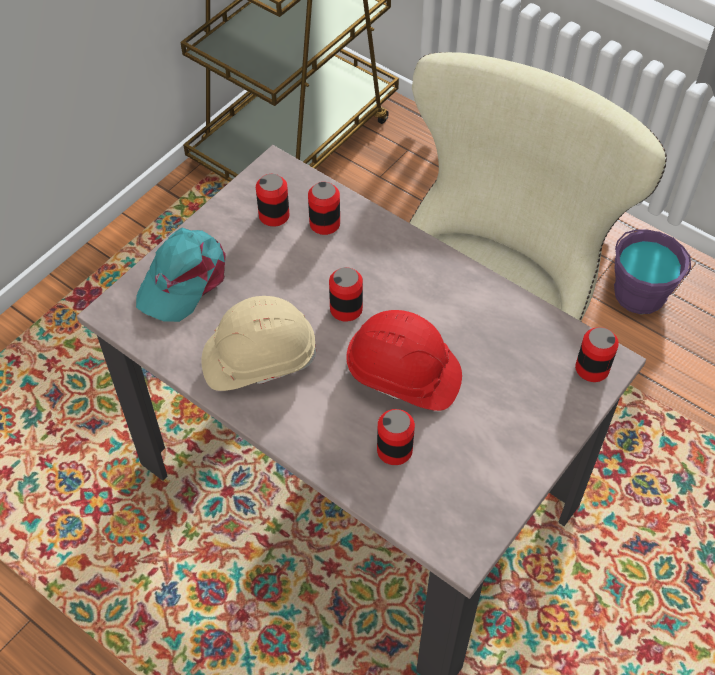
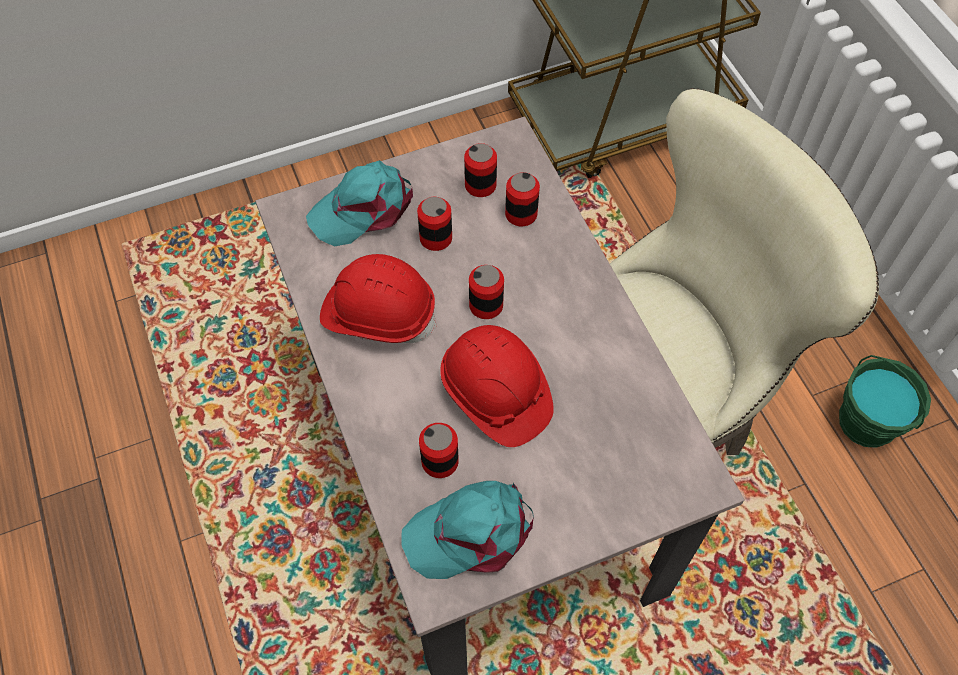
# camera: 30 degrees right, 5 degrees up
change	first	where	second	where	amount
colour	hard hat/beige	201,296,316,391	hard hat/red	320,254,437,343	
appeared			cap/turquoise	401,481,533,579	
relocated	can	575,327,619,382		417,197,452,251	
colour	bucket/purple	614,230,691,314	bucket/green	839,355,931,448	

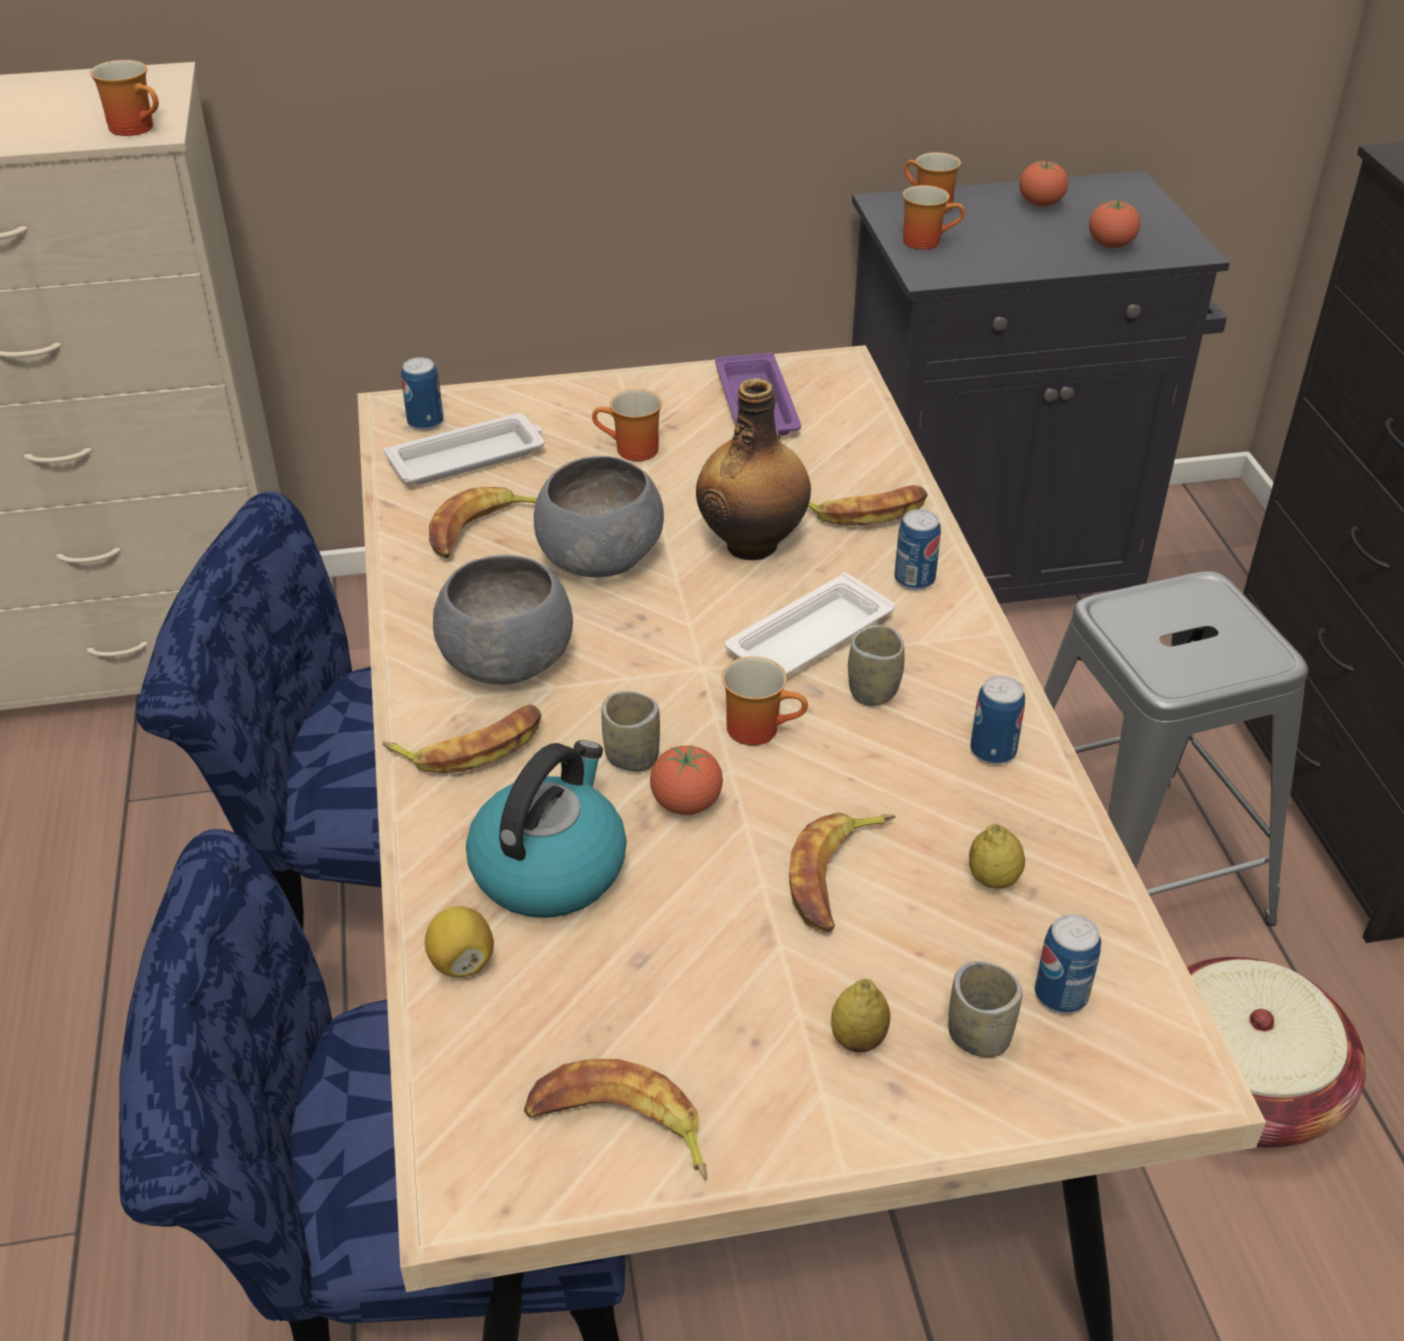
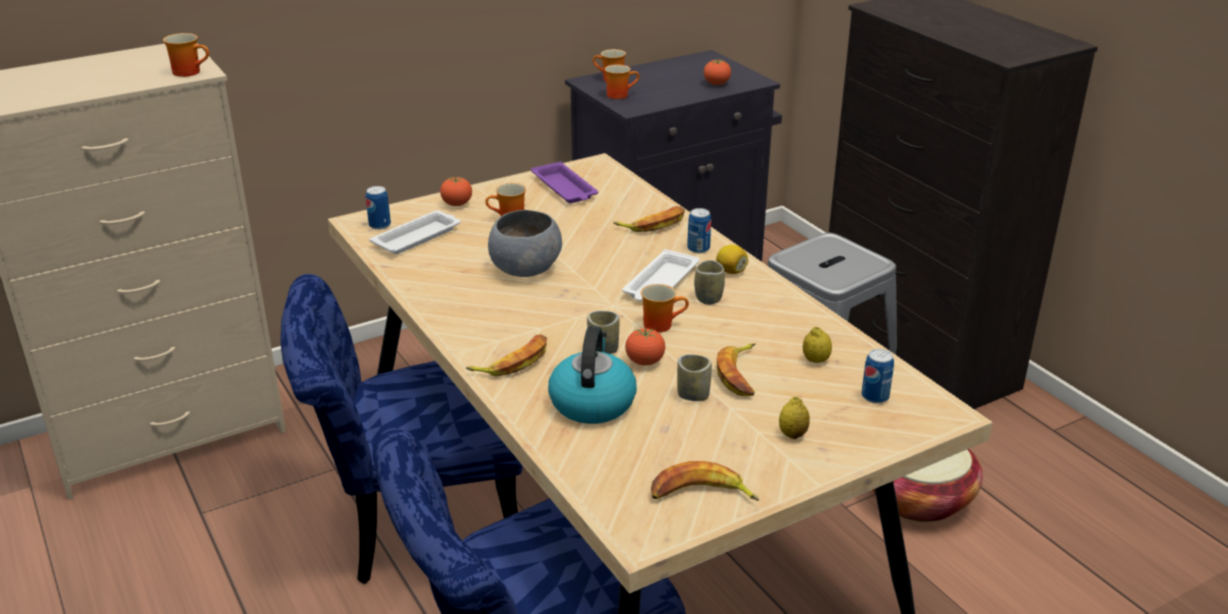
# camera: 20 degrees left, 10 degrees down
change	first	where	second	where	amount
relocated	tomato	1019,160,1068,207		440,176,472,206	
relocated	cup	948,961,1022,1058		677,354,712,401	
relocated	lemon	425,906,494,977		716,245,748,274	
missing	banana	429,487,537,558			
missing	bowl/grey	433,555,573,685			
missing	bottle	696,378,811,560			
missing	can	970,676,1025,765			

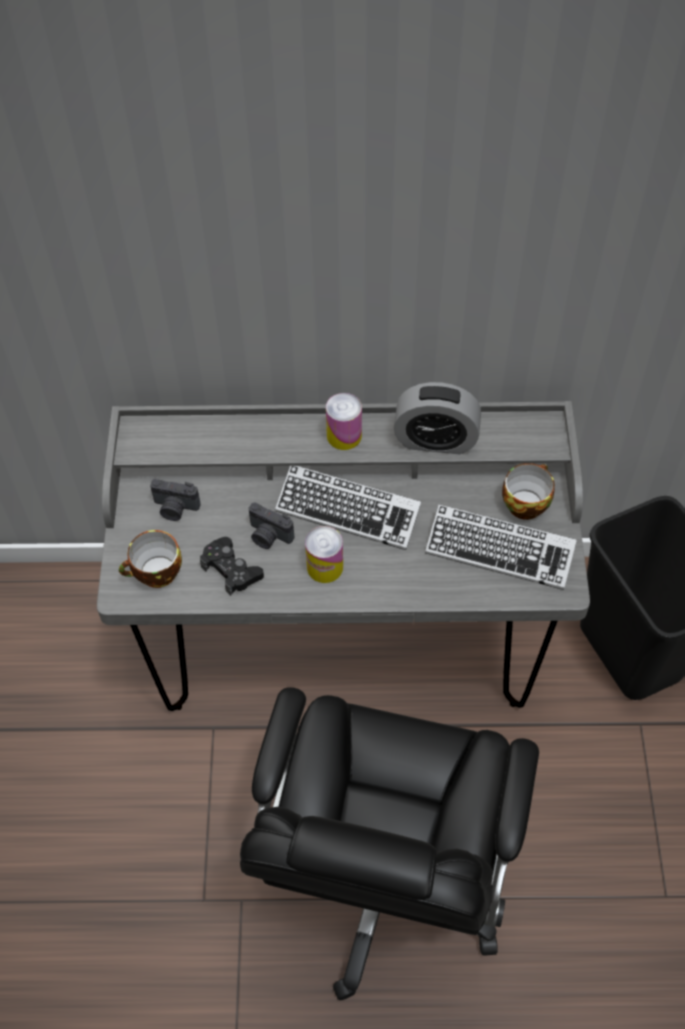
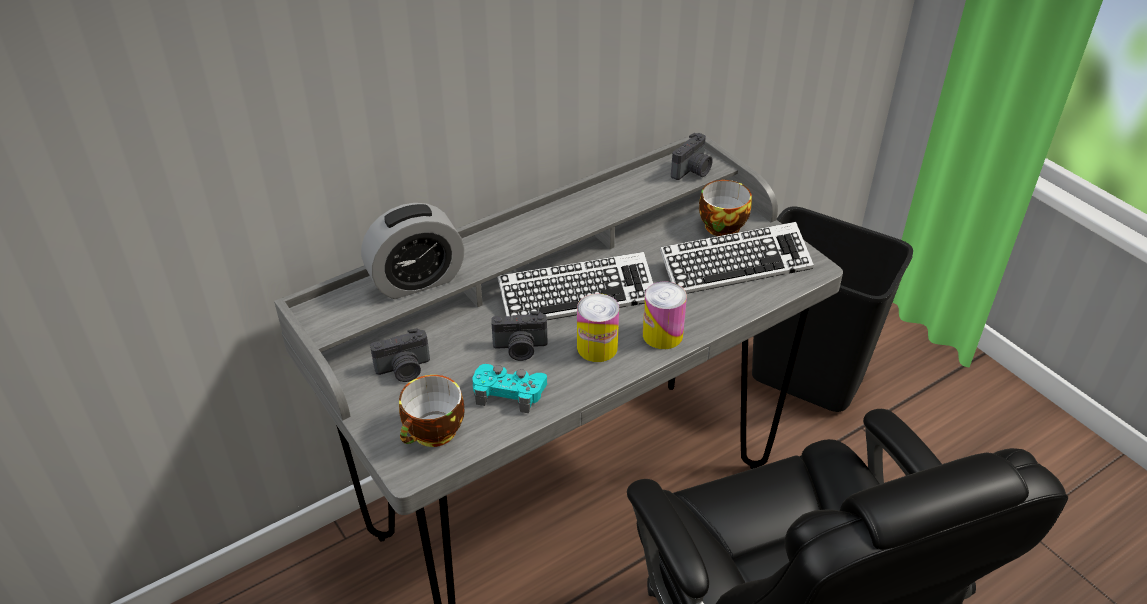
# camera: 35 degrees left, 15 degrees down
change	first	where	second	where	amount
relocated	alarm clock	394,382,481,454		361,203,464,299	
colour	game controller/black	200,537,264,596	game controller/turquoise	472,364,547,413	
relocated	can	326,393,362,450		643,281,687,349	
appeared			photo camera	671,133,713,180	

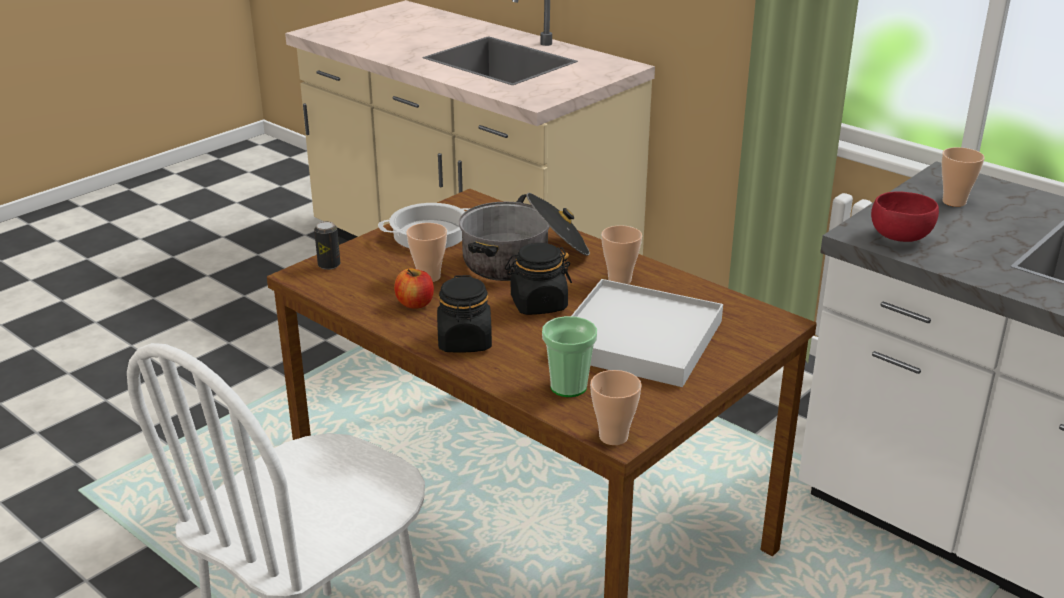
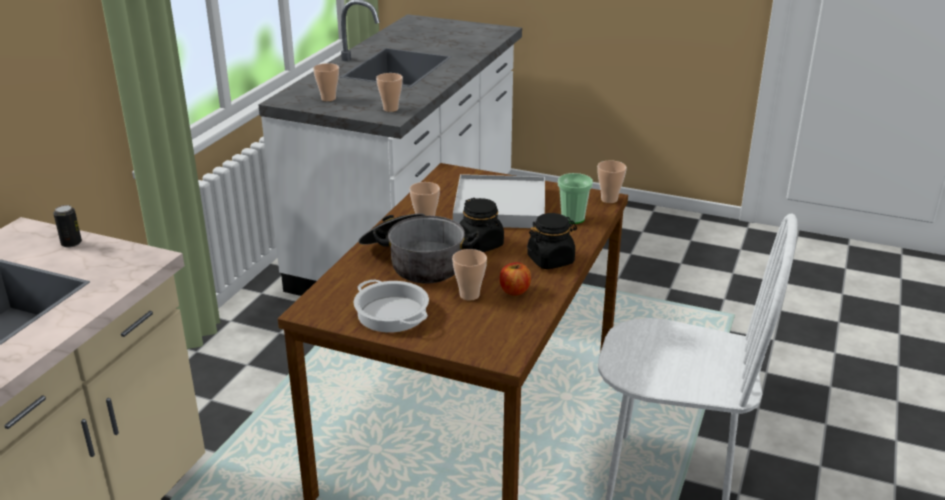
# camera: 110 degrees left, 0 degrees up
change	first	where	second	where	amount
relocated	can	314,221,340,270		53,205,82,248	
exchanged	bowl/red	871,191,939,242	cup	376,73,403,112	

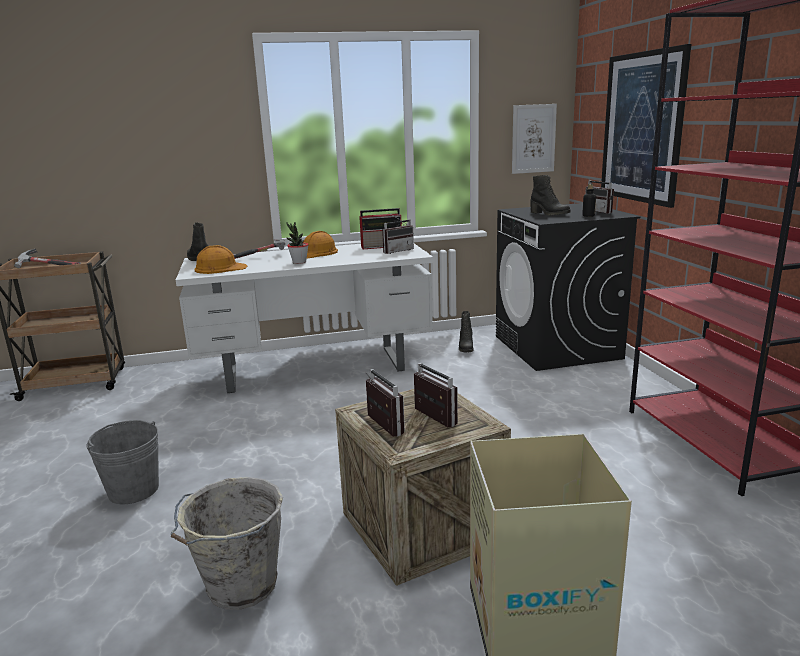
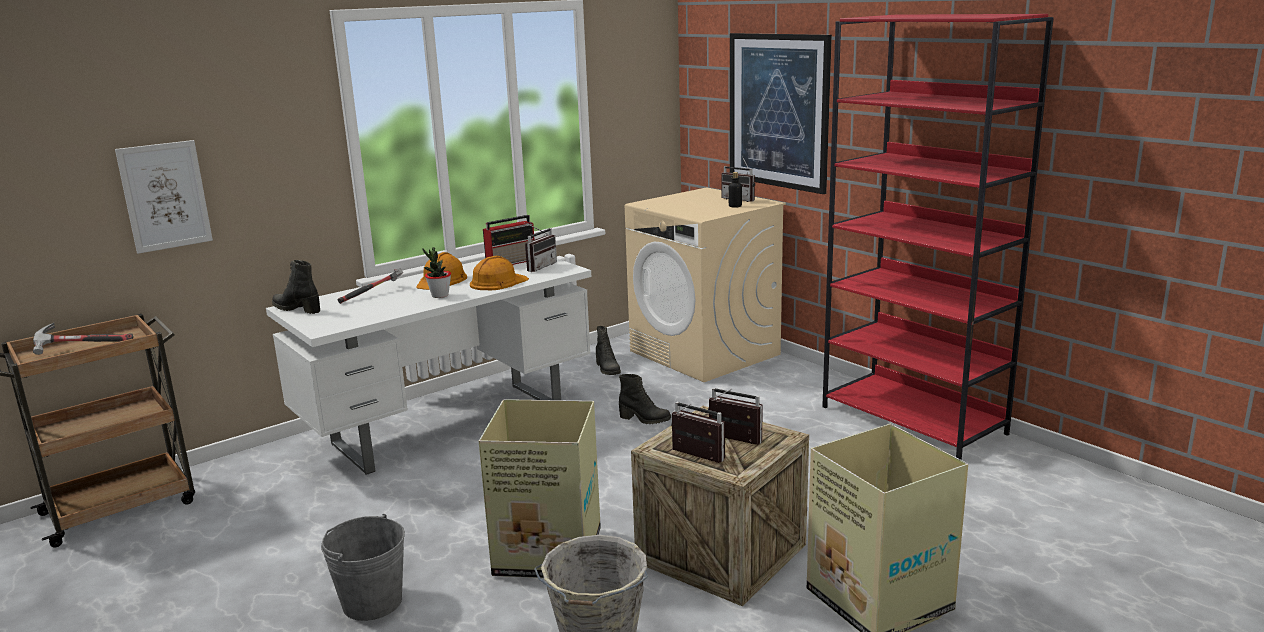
# camera: 25 degrees left, 0 degrees up
change	first	where	second	where	amount
relocated	picture	512,104,557,174		115,140,213,254	
relocated	hard hat/orange	194,245,247,274		470,256,529,290	
appeared			cardboard box	479,399,601,578	
relocated	boot/black	531,175,571,216		619,374,671,424	
colour	washing machine/black	496,203,640,371	washing machine/beige	625,187,786,382	

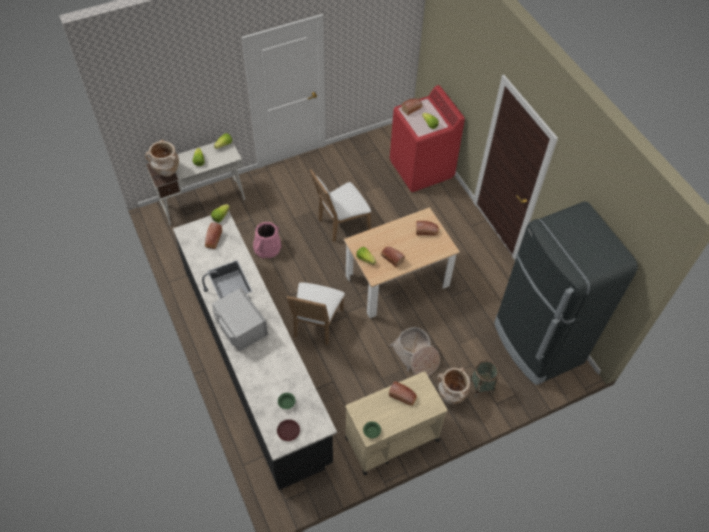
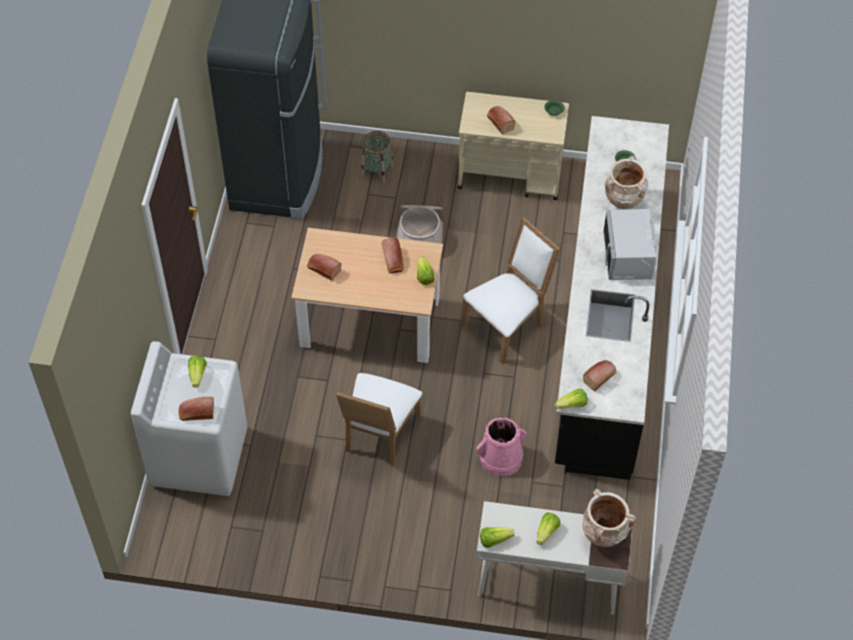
# camera: 145 degrees left, 0 degrees up
change	first	where	second	where	amount
colour	washing machine/red	390,85,465,192	washing machine/white	131,341,247,496	
spun	chair/white	309,169,371,242		336,373,422,466	105 degrees clockwise
relocated	vase/beige	437,367,470,404		604,156,648,209	
missing	plate/brown	277,419,300,441			

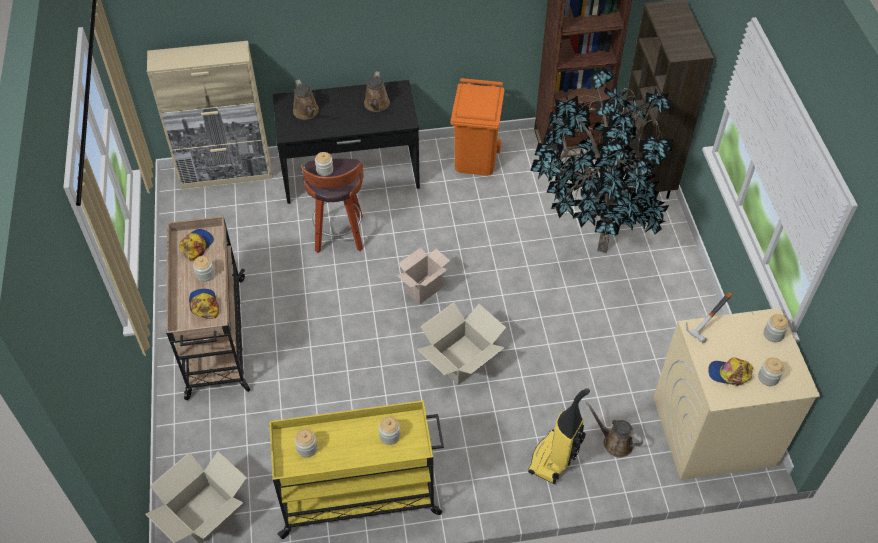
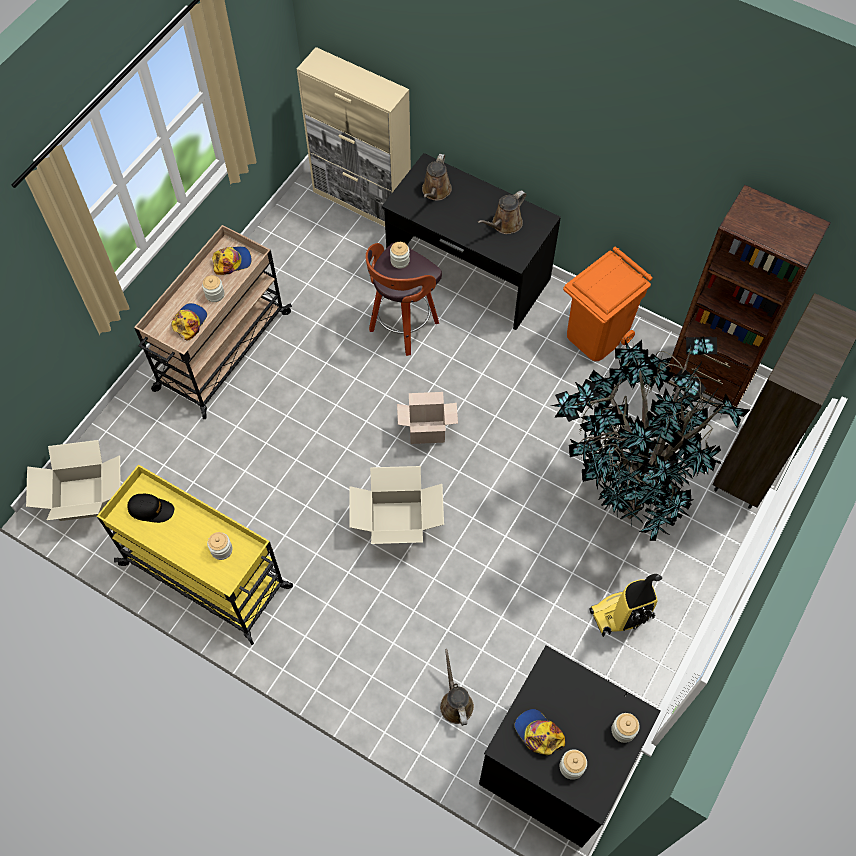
# camera: 40 degrees right, 10 degrees up
change	first	where	second	where	amount
exchanged	jar	294,429,318,458	cap/black	127,494,174,523	
colour	washing machine/beige	654,308,820,480	washing machine/black	479,645,661,847	
relocated	vacuum cleaner	528,388,590,484		589,574,662,637	
missing	hammer	686,292,732,344			

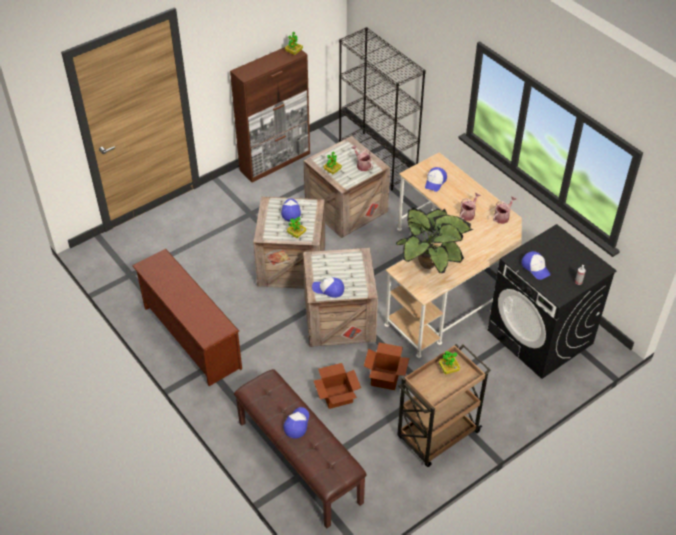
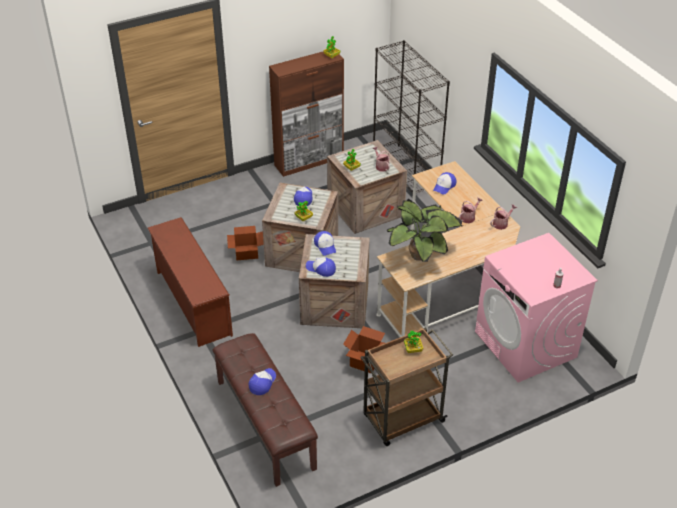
# camera: 10 degrees right, 5 degrees down
change	first	where	second	where	amount
relocated	cardboard box	313,363,361,409		227,226,264,260	
relocated	cap	522,251,551,280		314,231,336,256	
colour	washing machine/black	488,224,617,379	washing machine/pink	475,233,598,383	

